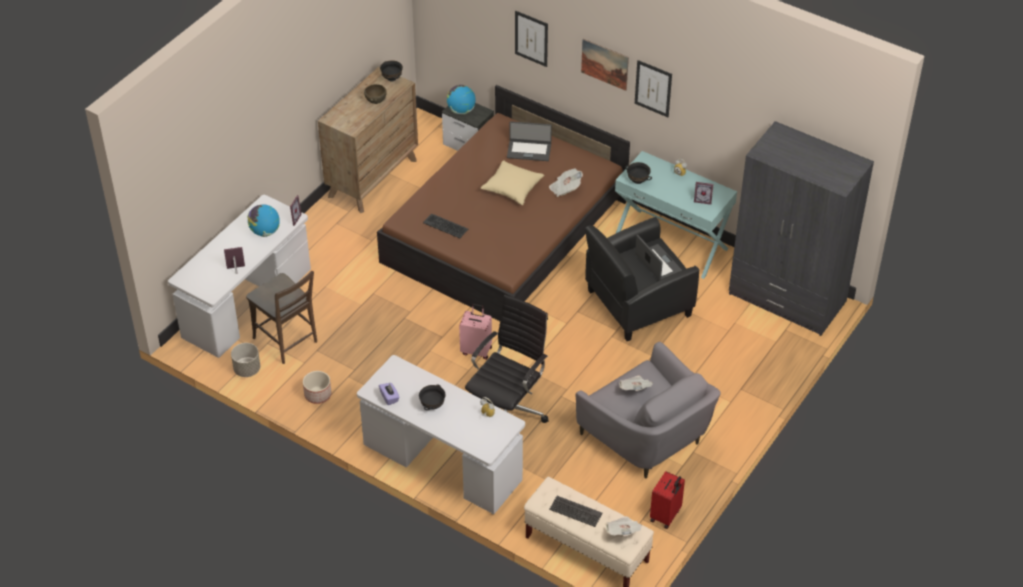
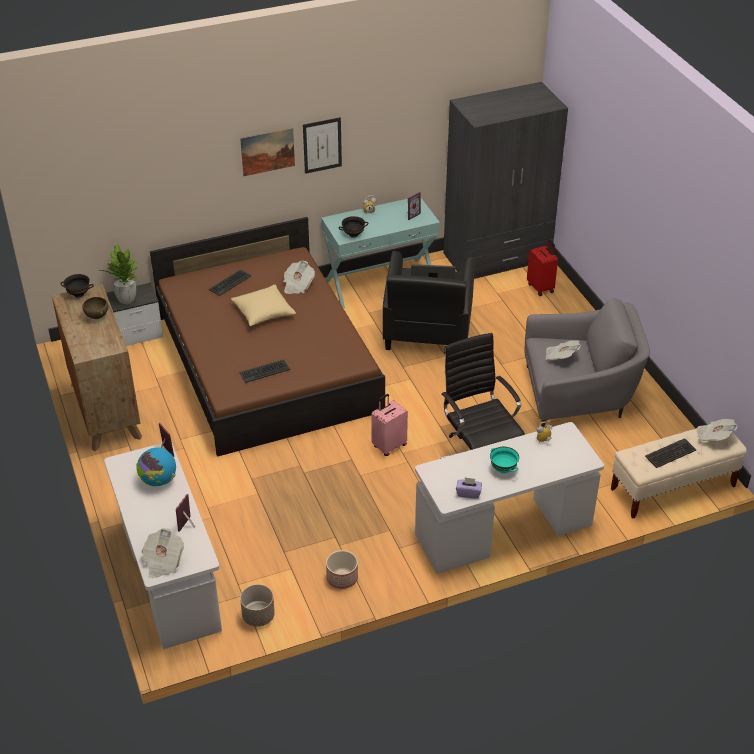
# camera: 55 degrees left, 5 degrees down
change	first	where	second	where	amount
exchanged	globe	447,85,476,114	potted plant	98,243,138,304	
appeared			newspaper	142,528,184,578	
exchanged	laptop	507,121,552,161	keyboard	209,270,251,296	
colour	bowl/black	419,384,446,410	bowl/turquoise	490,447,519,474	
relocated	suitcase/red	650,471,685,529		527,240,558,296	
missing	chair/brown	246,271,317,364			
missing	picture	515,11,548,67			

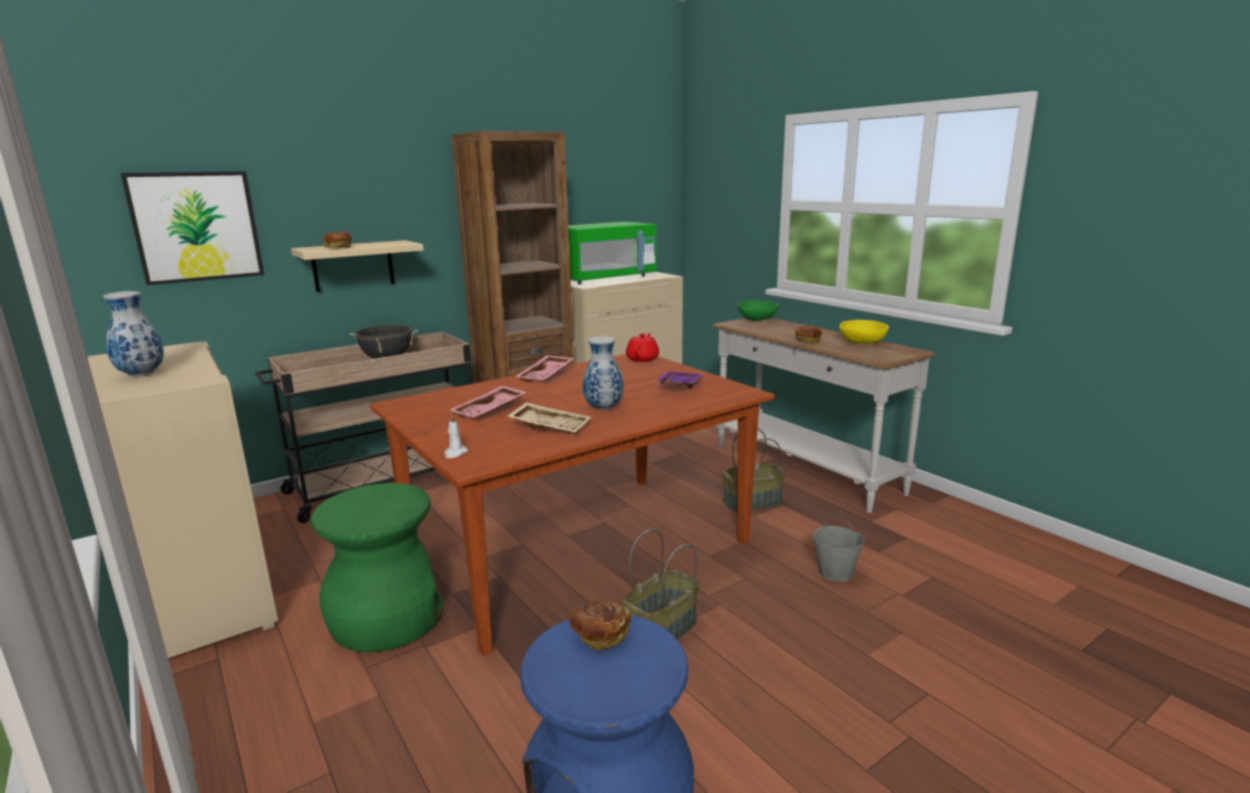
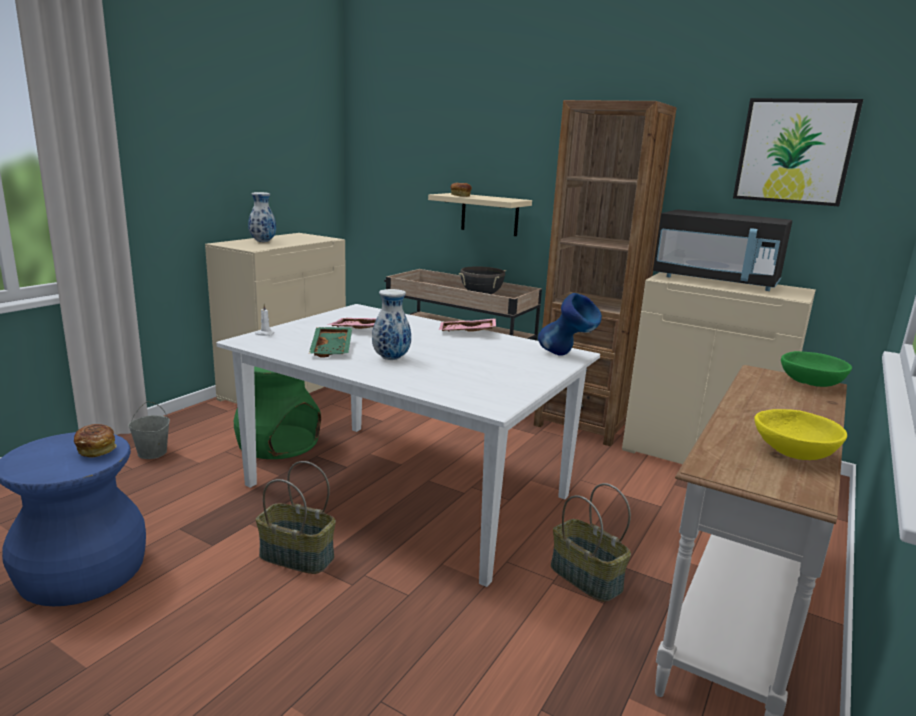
# camera: 65 degrees right, 0 degrees up
change	first	where	second	where	amount
relocated	bucket/grey	813,511,865,582		128,401,170,459	
colour	dining table/brown	370,354,775,656	dining table/white	217,304,600,587	
colour	tray/beige	507,402,591,434	tray/green	309,327,352,358	
exchanged	teapot/red	626,333,659,362	vase/blue	538,293,602,356	
colour	microwave/green	568,222,656,284	microwave/black	653,209,792,291	
relocated	picture	121,171,264,285		733,98,863,206	
missing	tray/purple	655,371,703,388			
missing	bread	795,325,822,343			

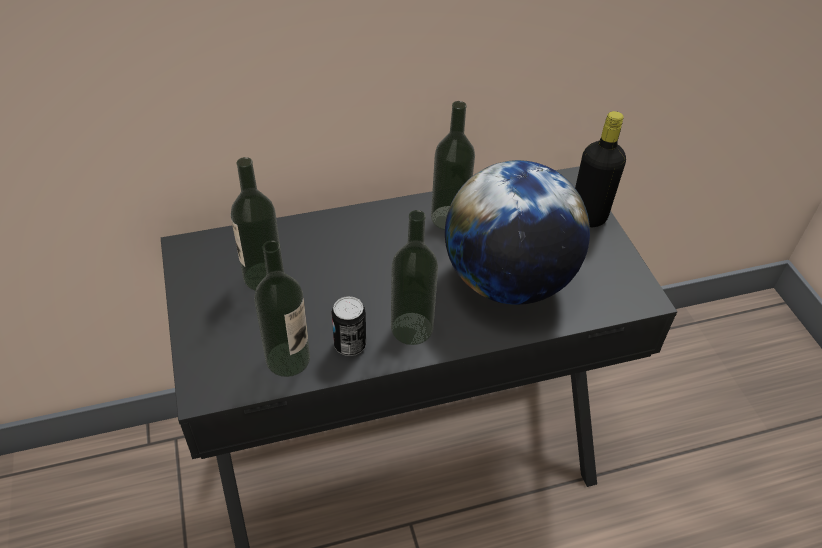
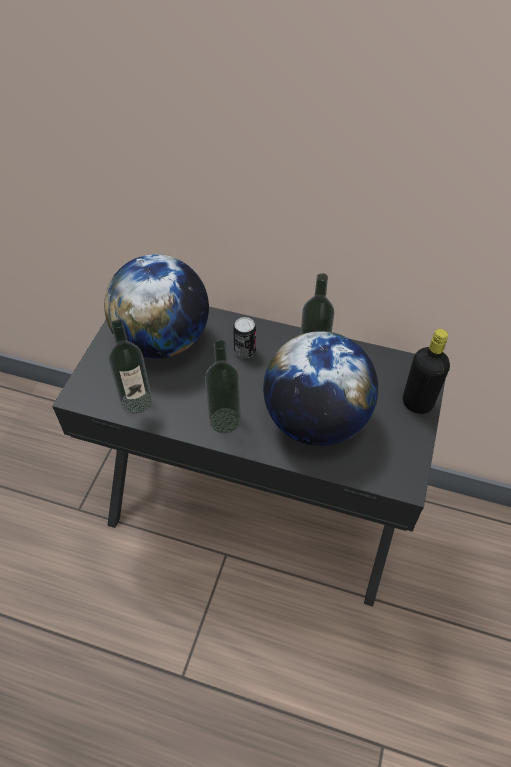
# camera: 35 degrees right, 5 degrees up
change	first	where	second	where	amount
exchanged	bottle	231,157,281,291	globe	104,254,209,359	
relocated	can	332,296,366,356		233,317,256,358	

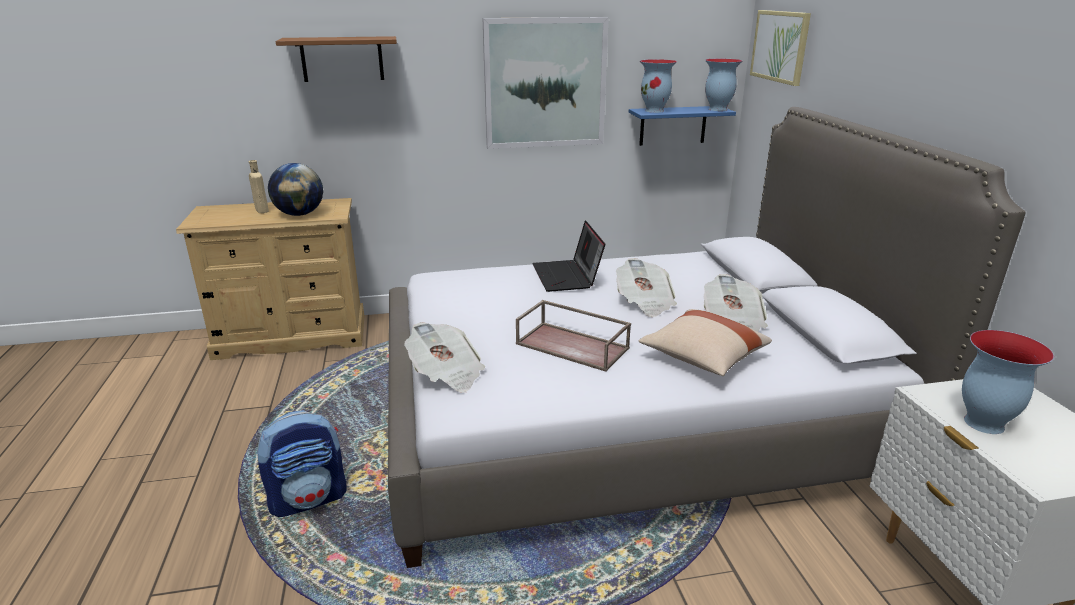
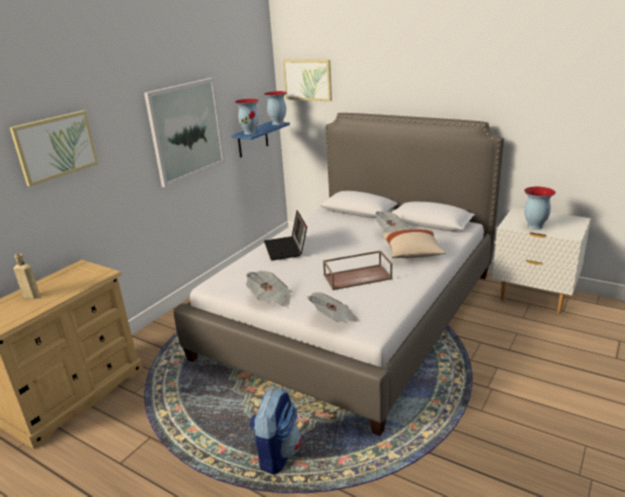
# camera: 45 degrees left, 0 degrees up
change	first	where	second	where	amount
exchanged	shelf/brown	275,36,397,82	picture	10,110,98,187	
relocated	newspaper	616,258,677,317		246,271,292,307	
spun	laptop	532,220,605,292		264,210,307,260	45 degrees clockwise
missing	globe	268,163,323,216			

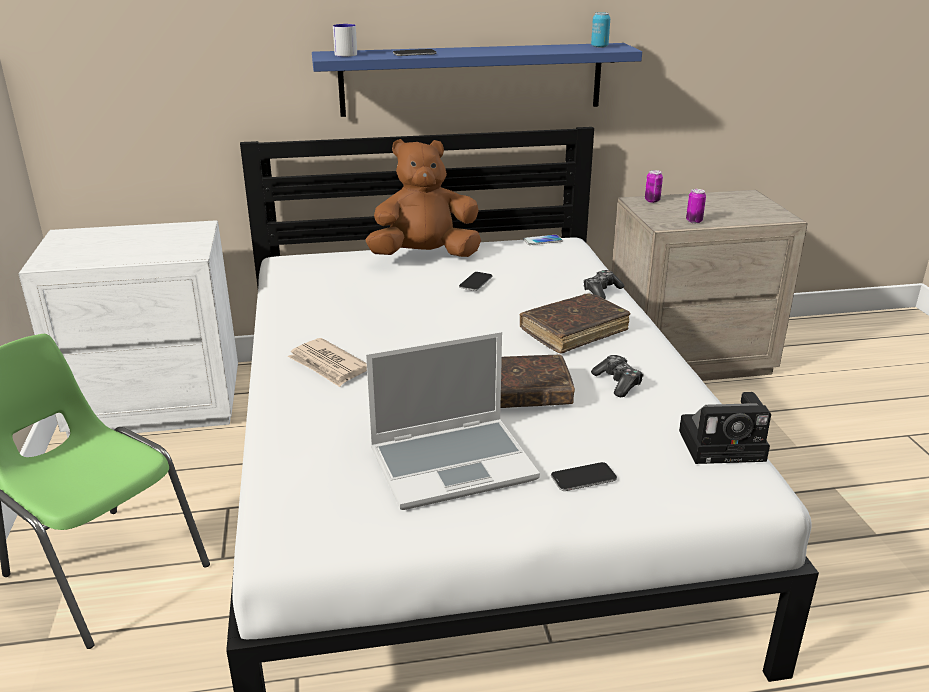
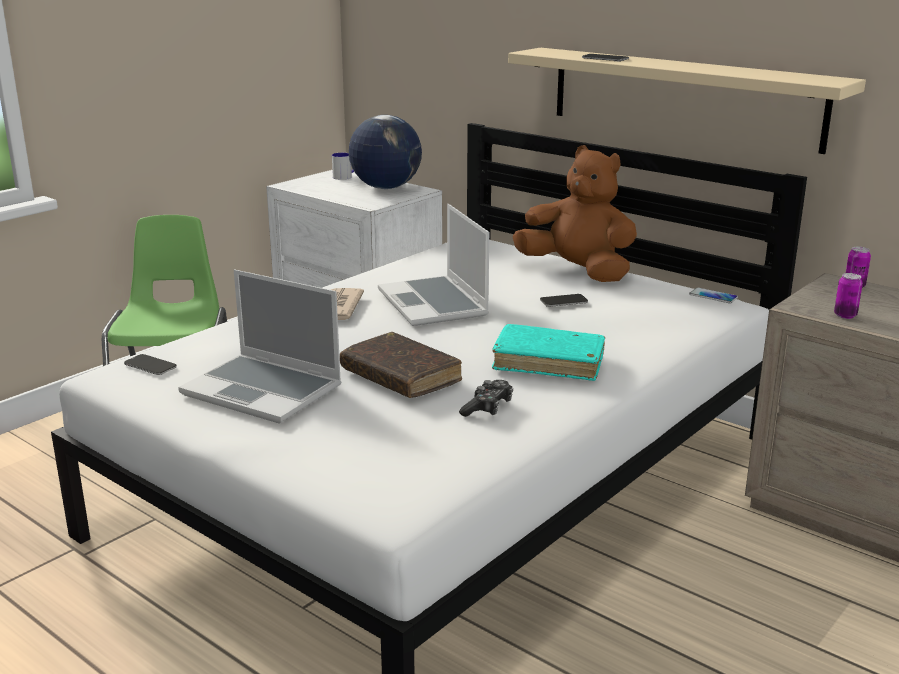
# camera: 50 degrees right, 5 degrees down
change	first	where	second	where	amount
relocated	phone	551,462,617,491		124,354,177,375	
relocated	mug	333,24,357,57		332,153,354,180	
appeared			globe	349,115,422,189	
appeared			laptop	378,204,489,326	
colour	book/brown	520,293,631,354	book/turquoise	492,324,605,381	
colour	shelf/blue	312,43,642,117	shelf/beige	508,48,866,154	
missing	game controller	583,270,625,299			
missing	can	591,12,610,48			
missing	photo camera	679,392,771,464			

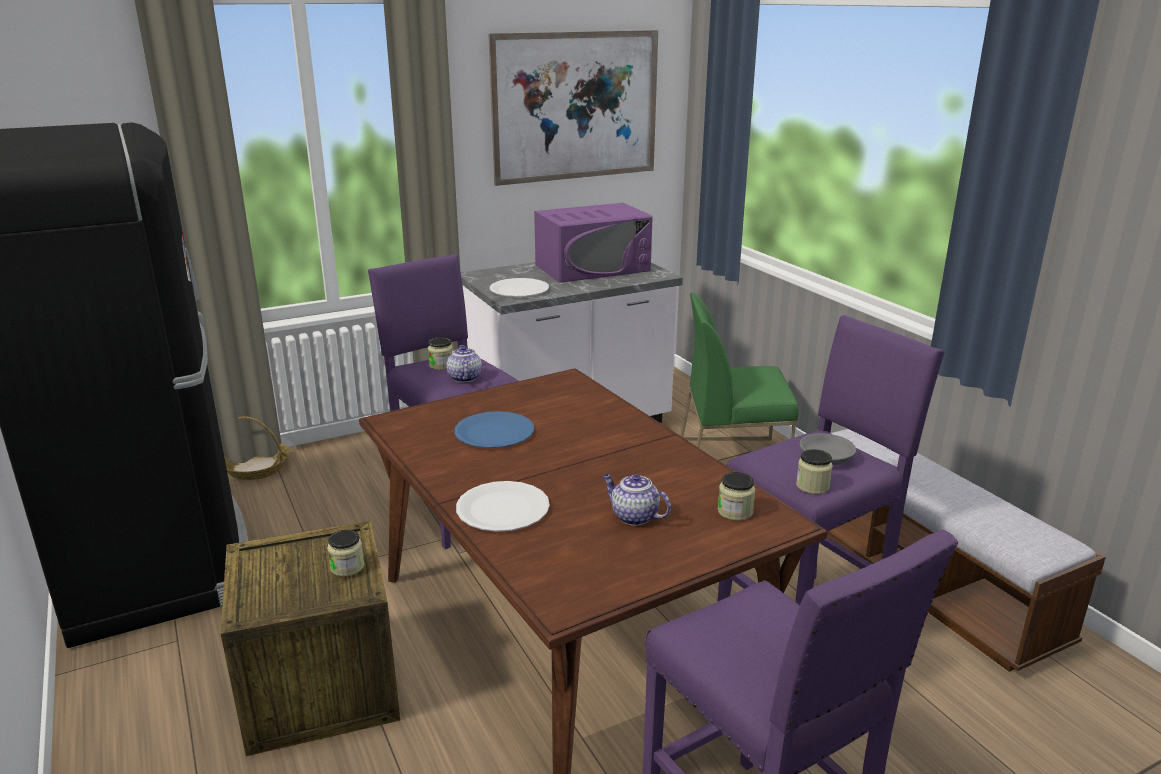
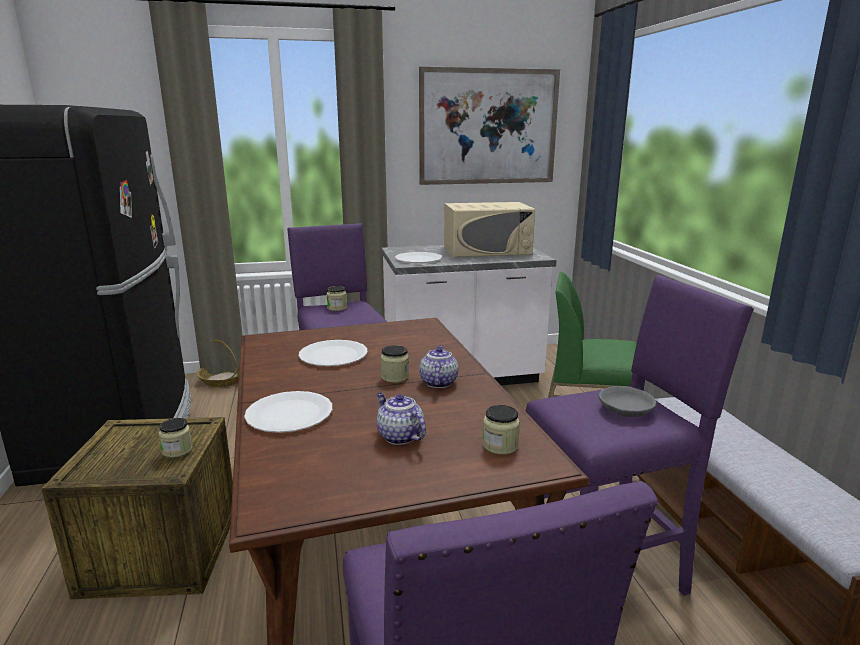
# camera: 15 degrees right, 5 degrees down
change	first	where	second	where	amount
colour	plate/blue	455,411,534,448	plate/white	299,340,368,366	
relocated	jar	796,449,833,494		381,345,409,383	
relocated	teapot	446,345,482,382		419,345,458,388	
colour	microwave/purple	534,203,653,283	microwave/beige	444,202,535,257	

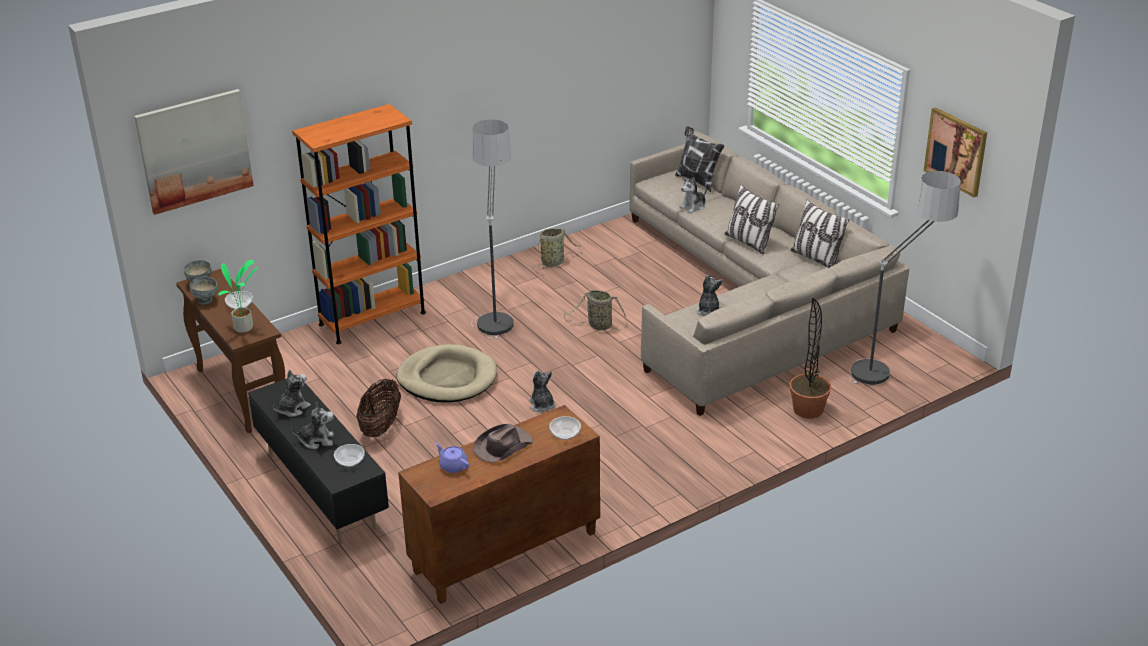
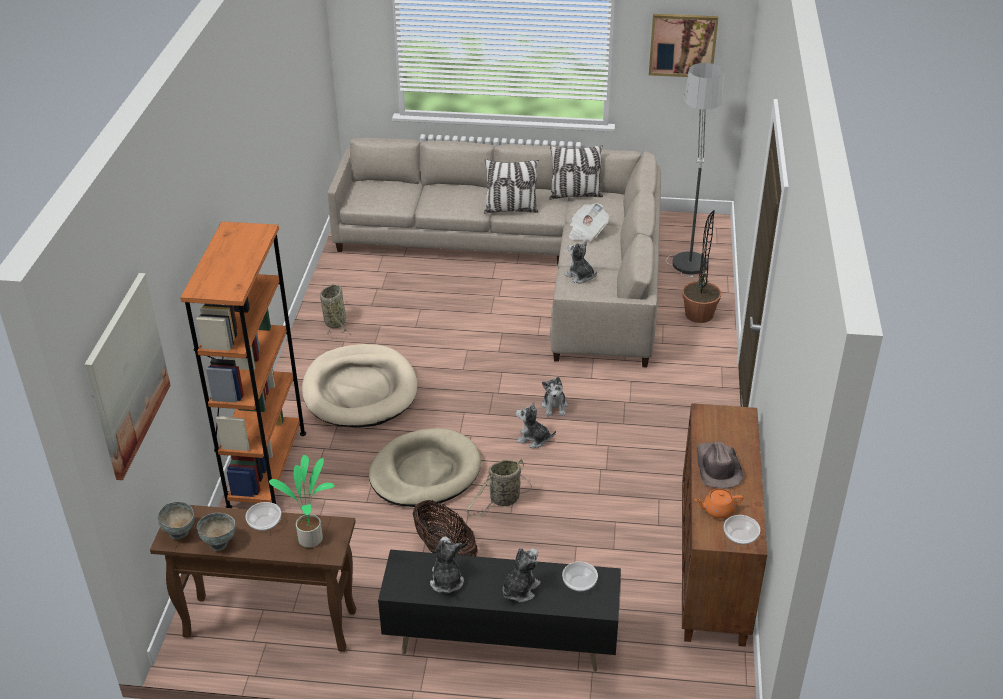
# camera: 50 degrees left, 5 degrees up
change	first	where	second	where	amount
exchanged	floor lamp	471,120,514,338	dog bed/beige	302,344,417,427	
relocated	basket	564,290,626,330		465,459,532,517	
relocated	plush toy	679,177,707,213		541,377,568,416	
appeared			newspaper	569,203,609,241	
colour	teapot/purple	435,443,469,473	teapot/orange	694,489,743,518	
relocated	bowl	549,416,581,440		724,515,760,545	
missing	pillow	675,126,725,192			

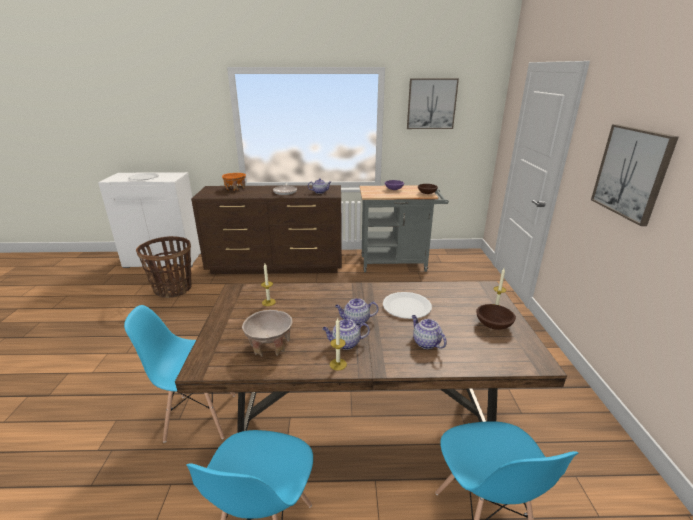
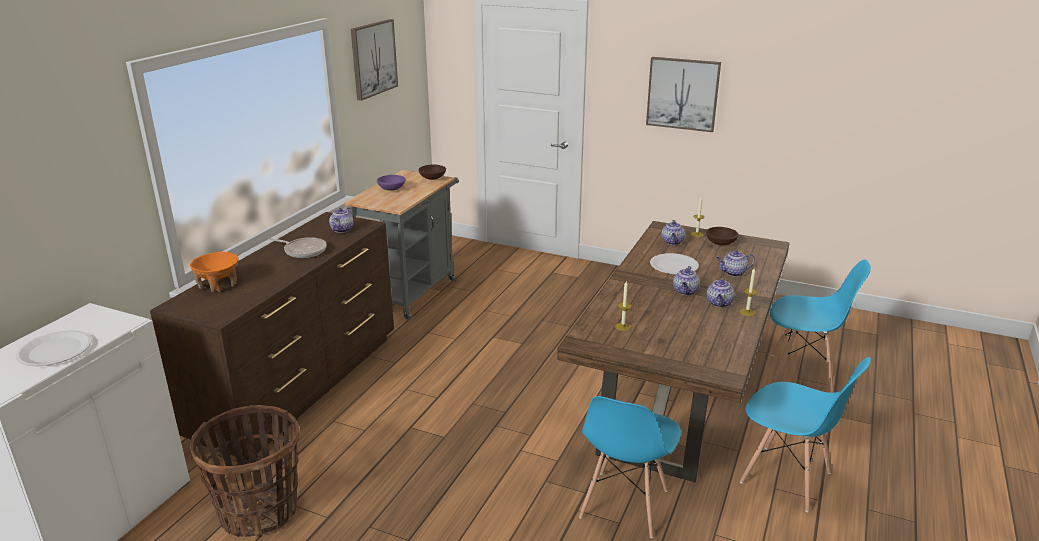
# camera: 65 degrees left, 0 degrees up
change	first	where	second	where	amount
appeared			teapot	662,220,685,245	
missing	bowl/beige	242,310,293,357			

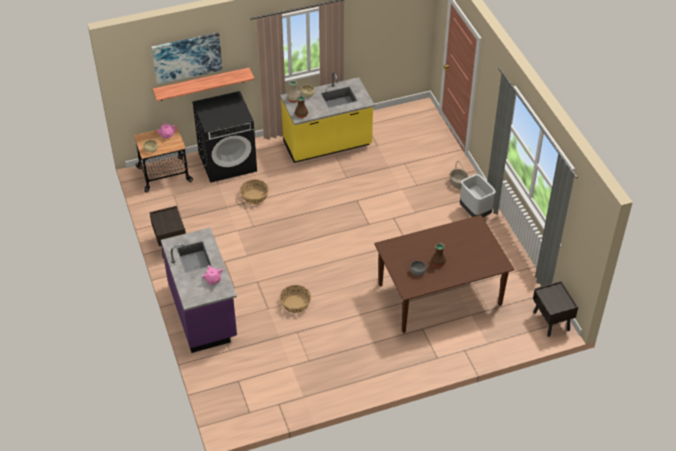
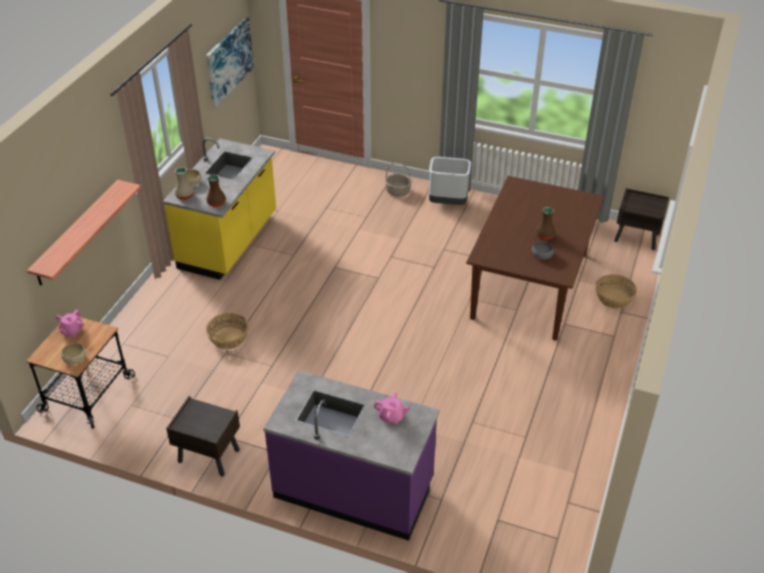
# camera: 50 degrees left, 5 degrees down
change	first	where	second	where	amount
relocated	picture	151,33,223,84		206,17,254,108	
relocated	basket	279,285,311,313		596,274,637,309	
missing	washing machine/black	192,91,257,183			

